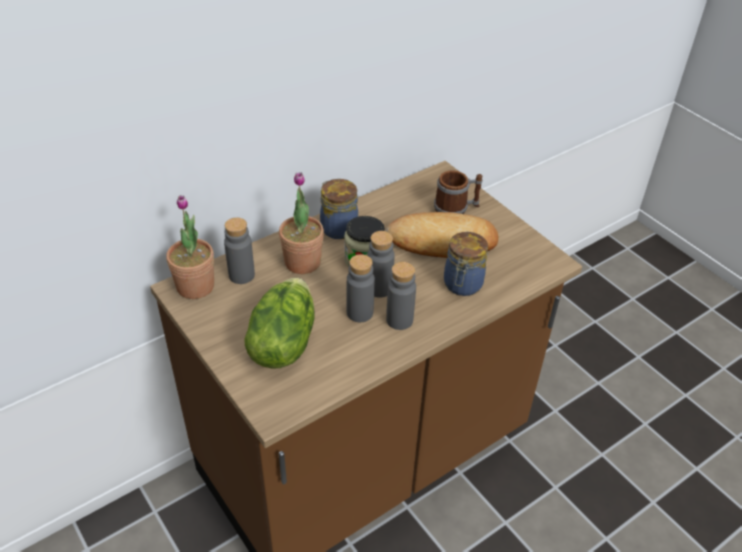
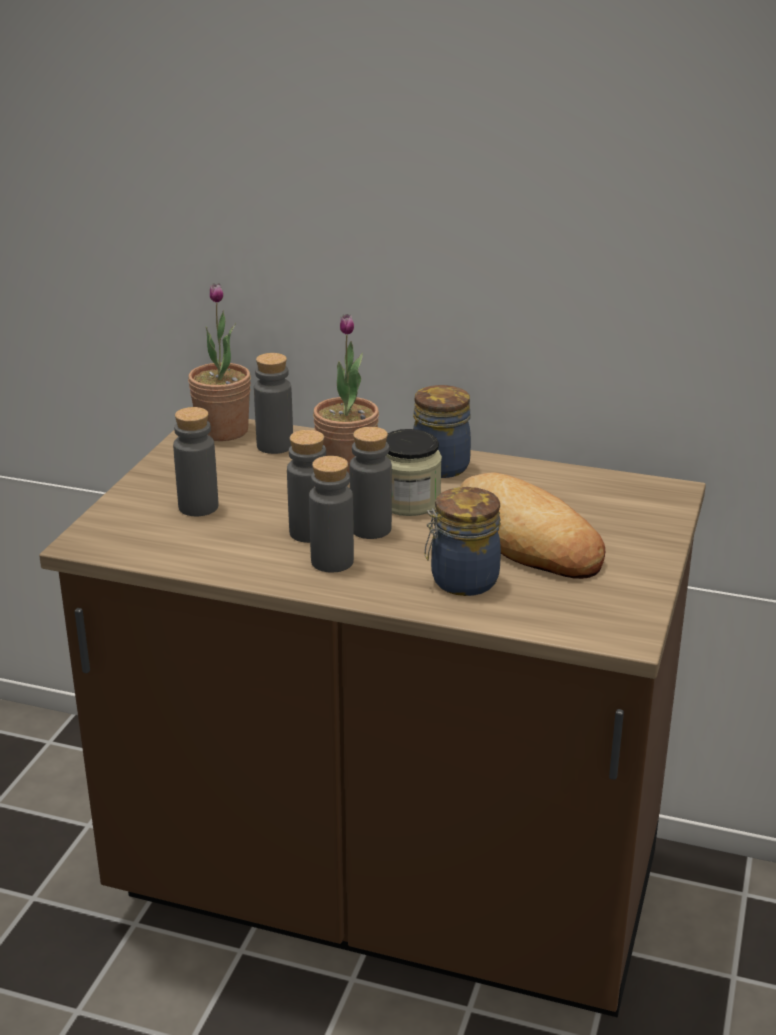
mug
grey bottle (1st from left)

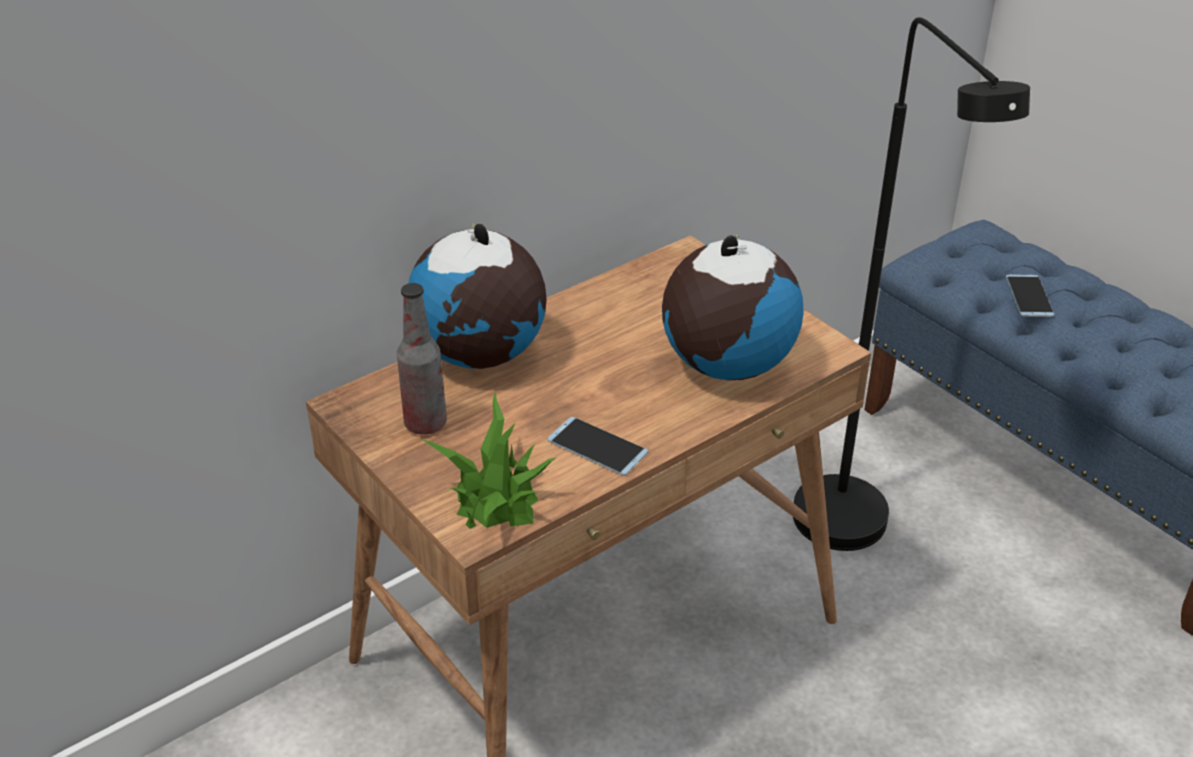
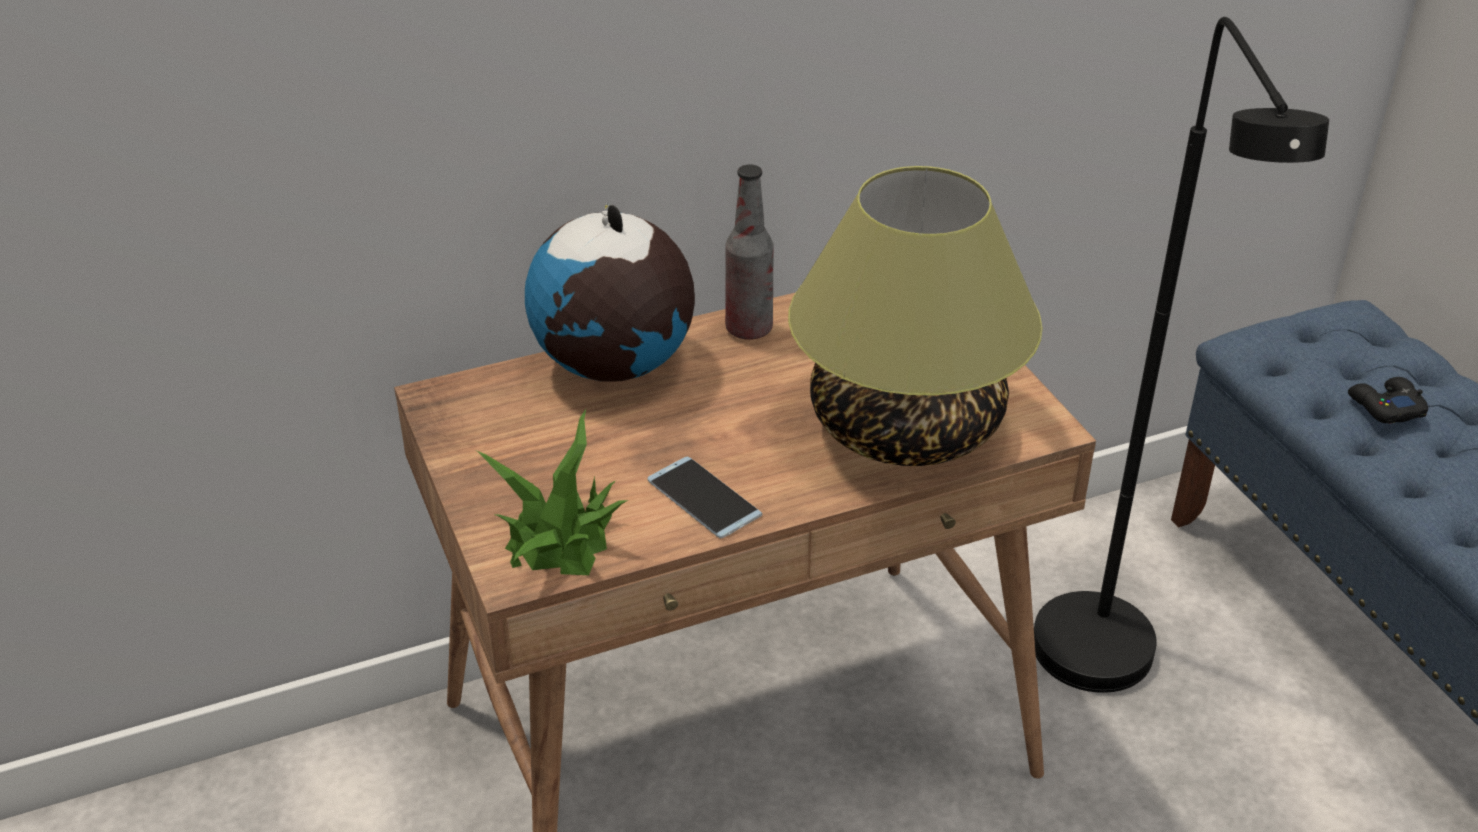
table lamp
black game controller
bottle

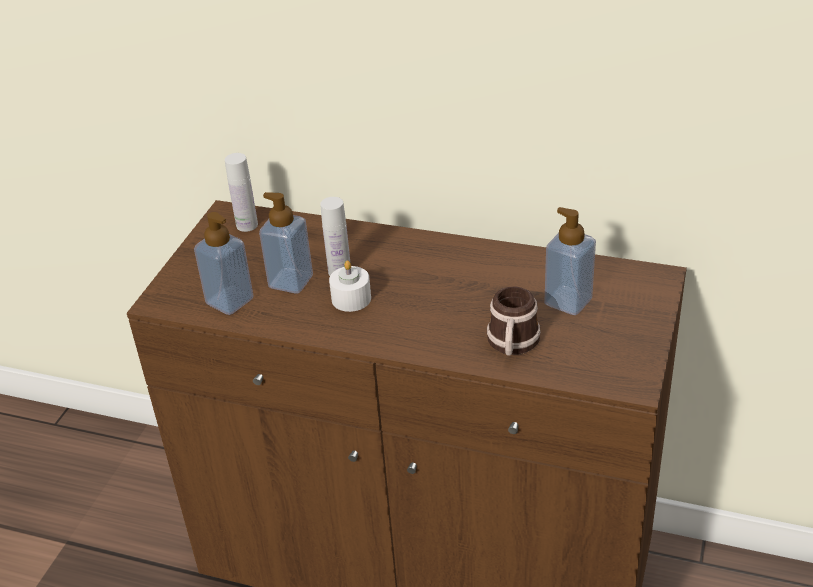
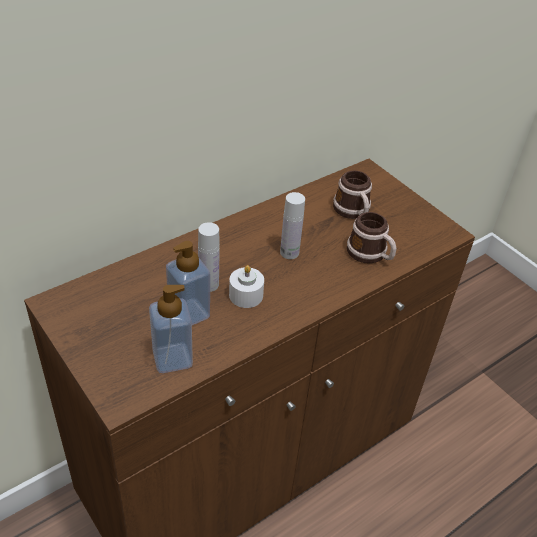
white bottle (2nd from left)
mug (1st from left)

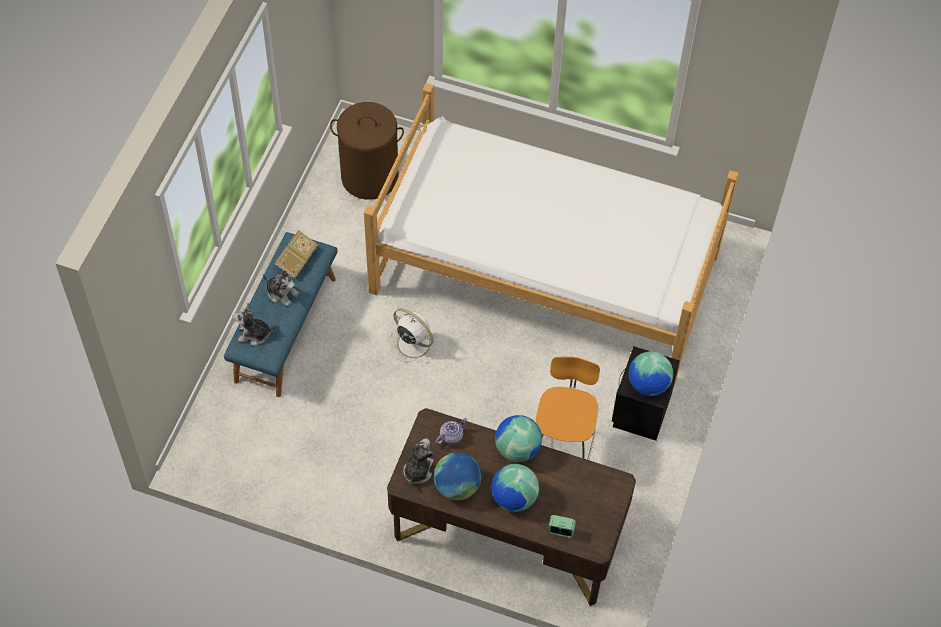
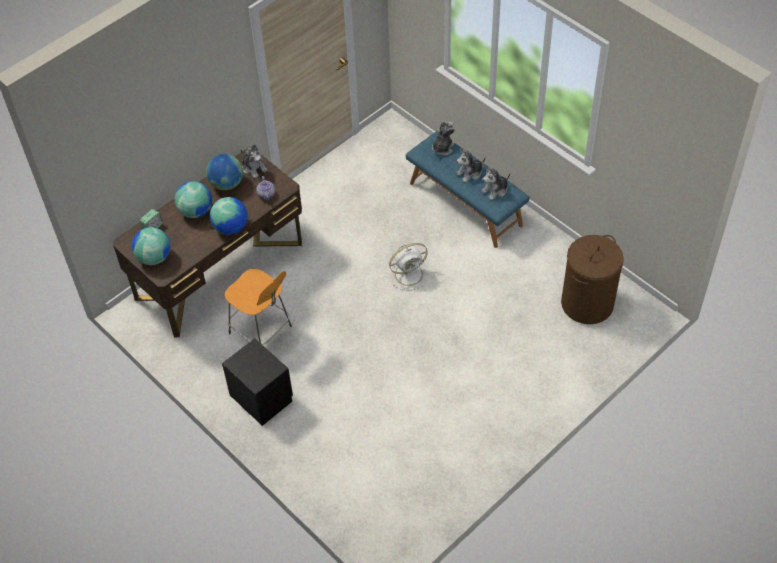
bed
plush toy (4th from left)
globe (1st from left)

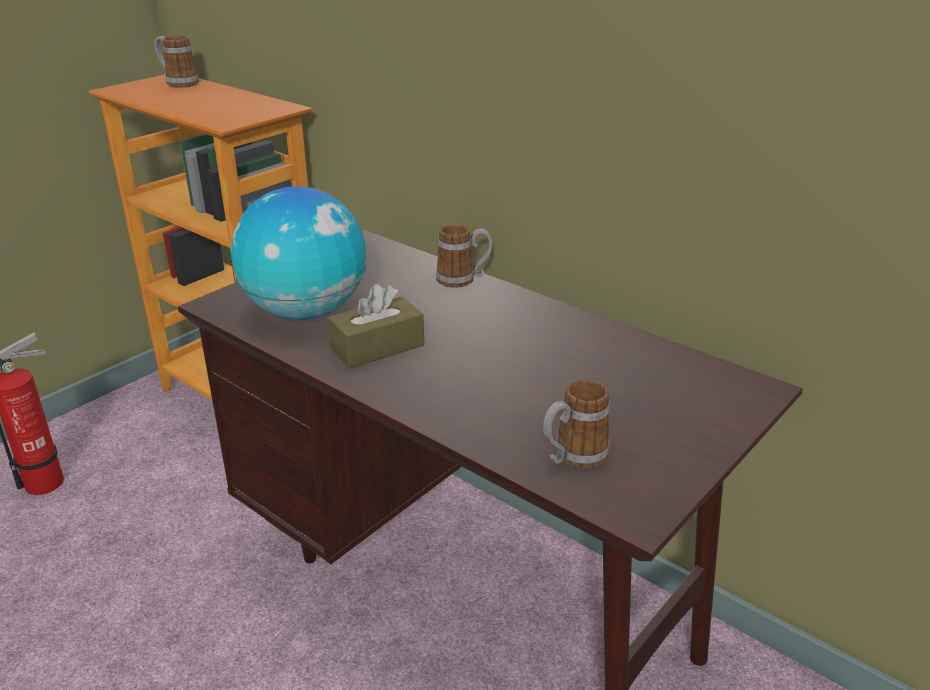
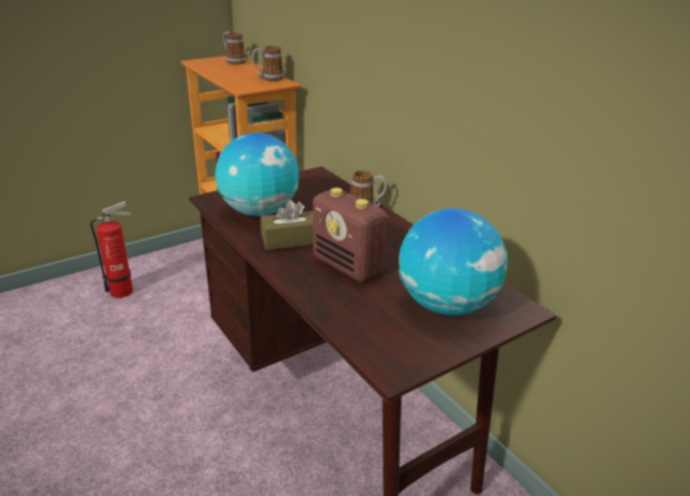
mug (2nd from left)
radio
globe (2nd from left)

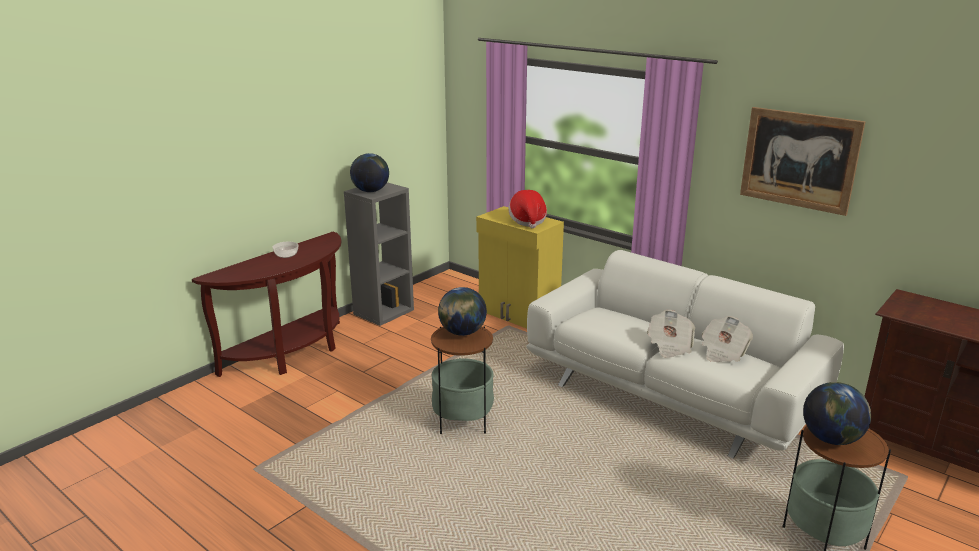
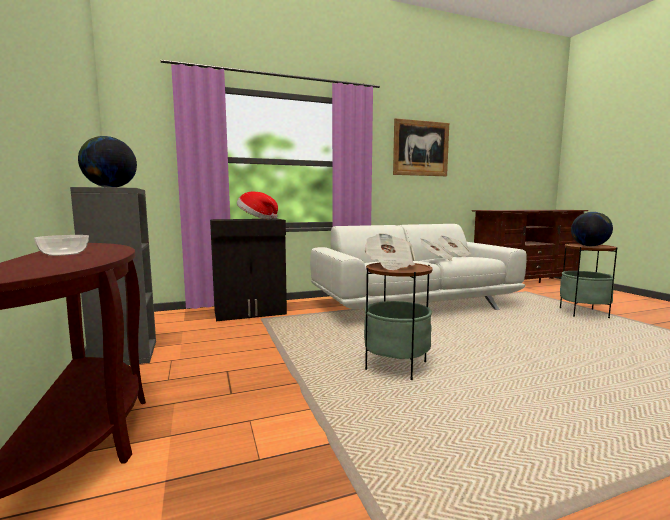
black cabinet
newspaper (1st from left)

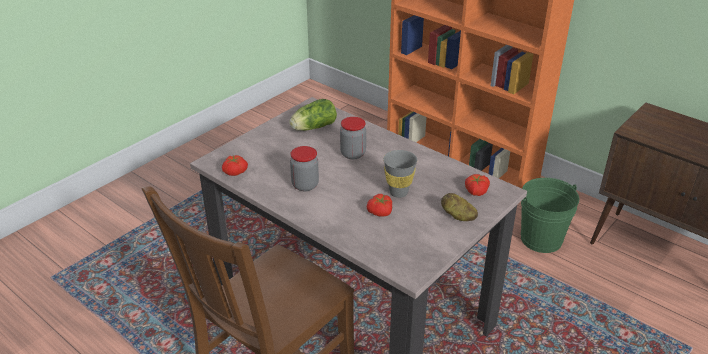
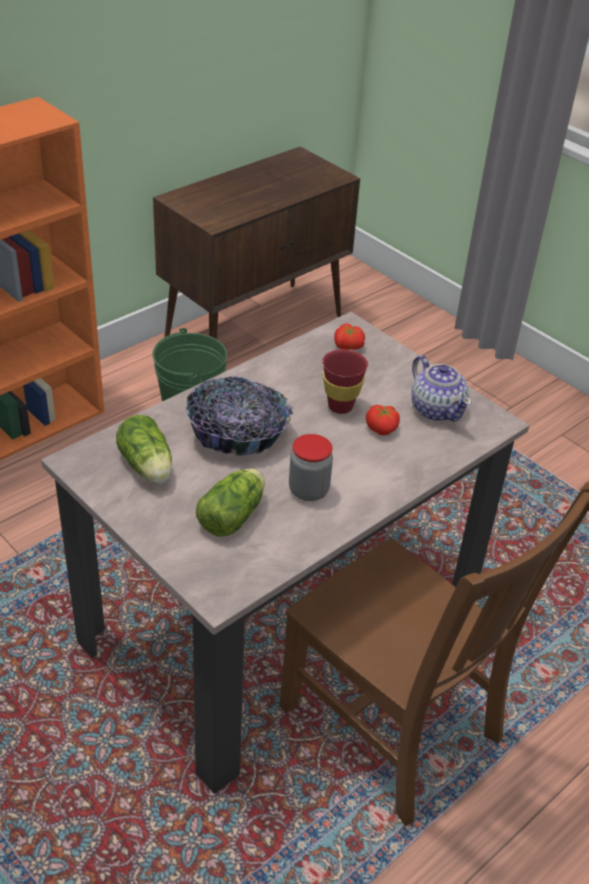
bowl
red cup
tomato (1st from left in the first image)
potato
teapot
lettuce (2nd from left)

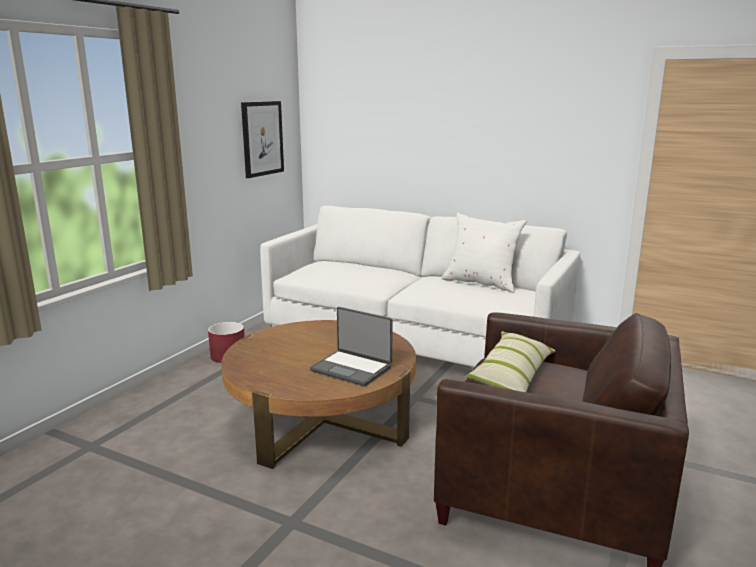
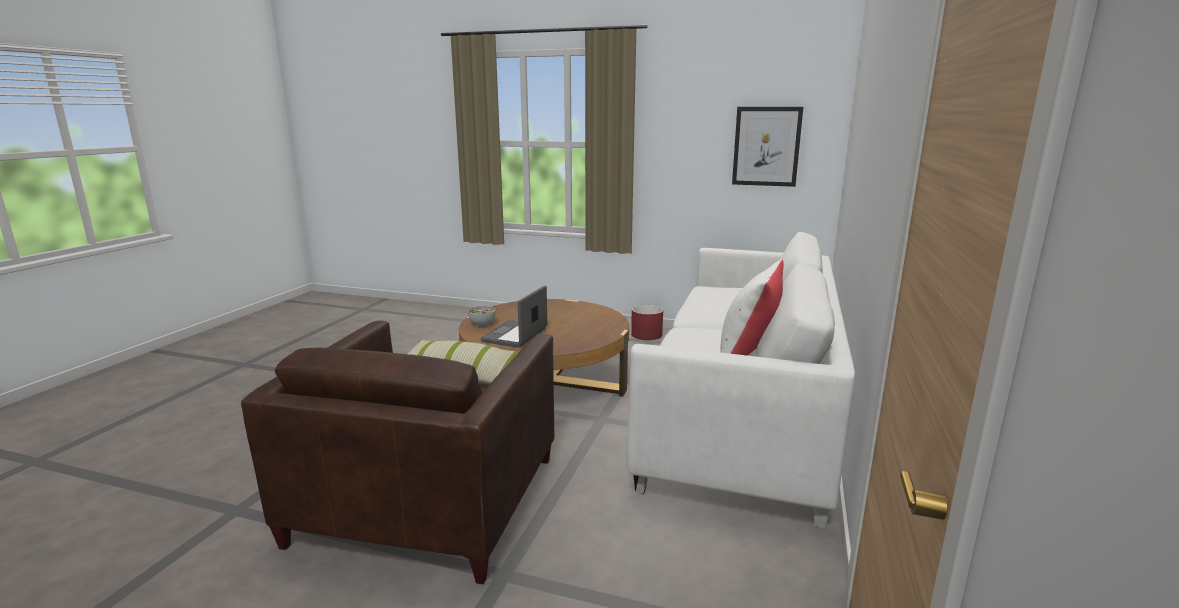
bowl

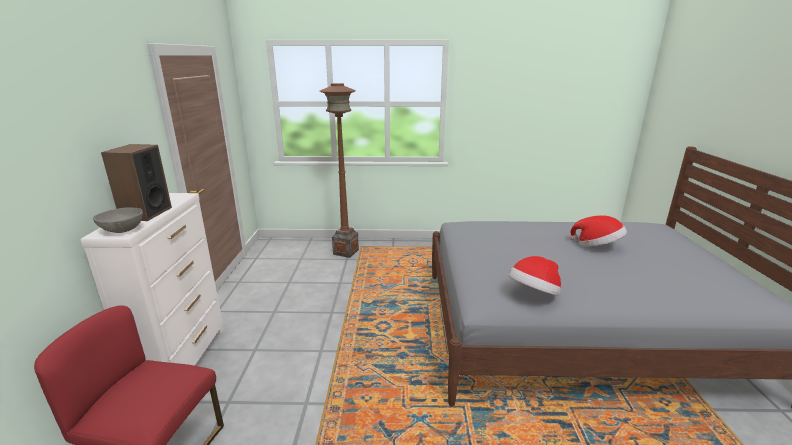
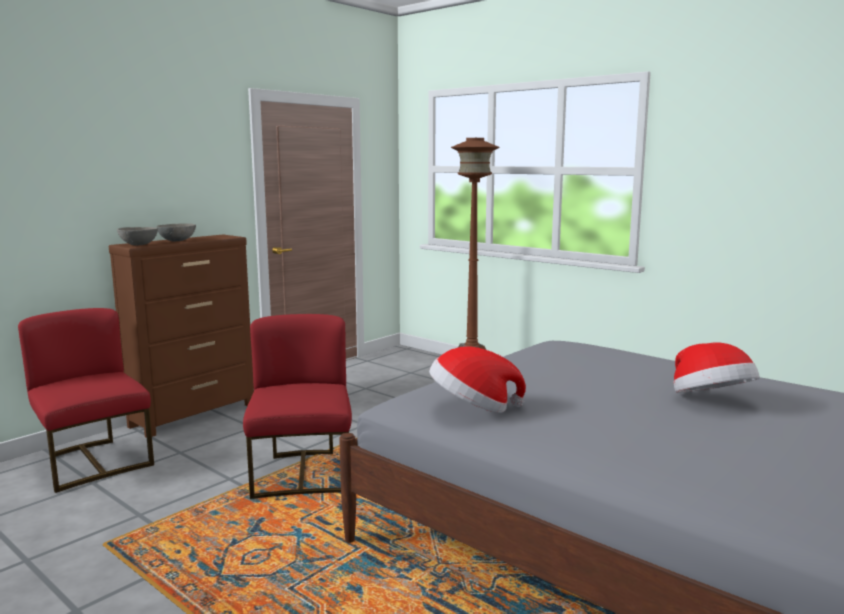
grey bowl (2nd from left)
brown dresser
red chair (2nd from left)

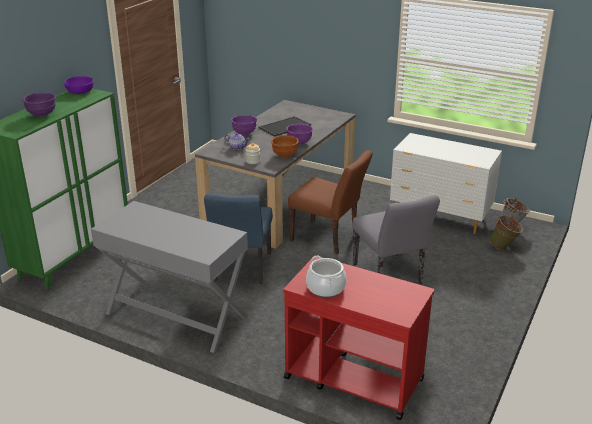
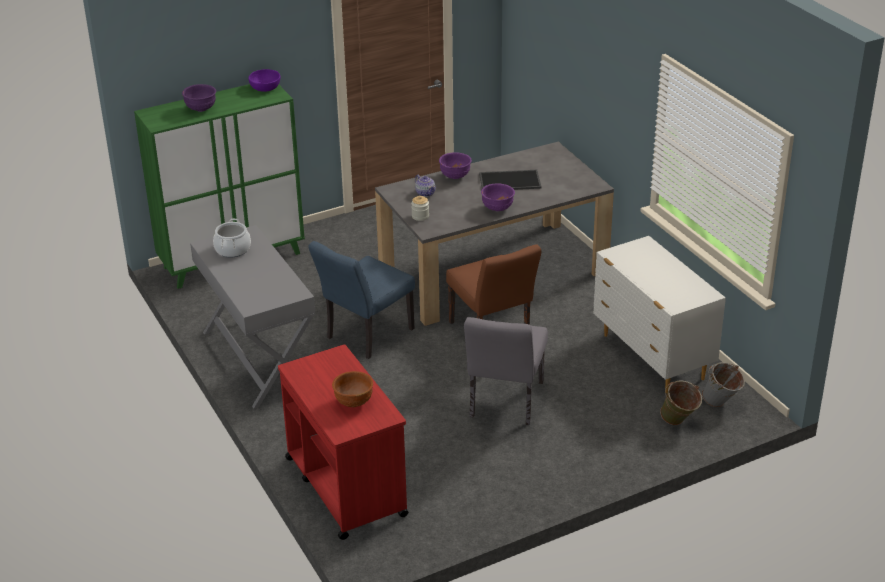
brown bowl
cooking pot

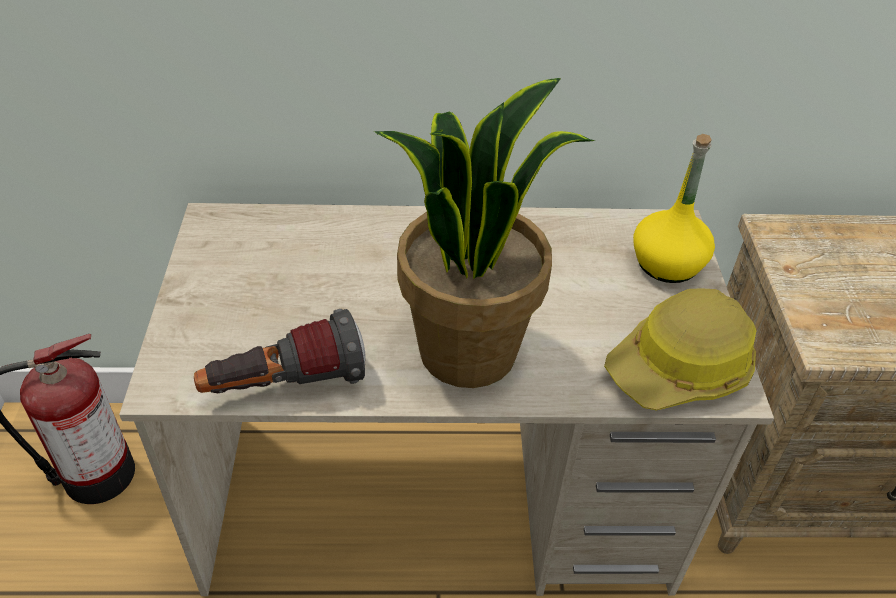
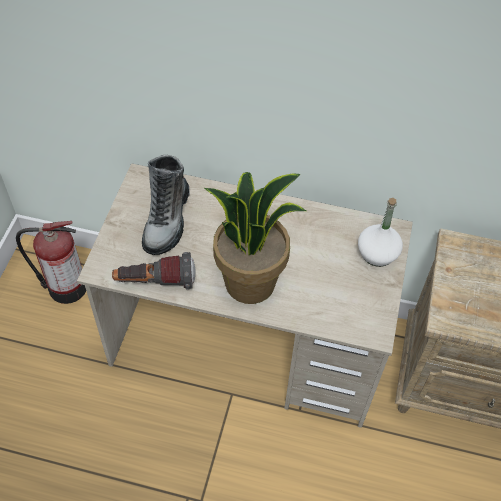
white bottle
hard hat
boot

